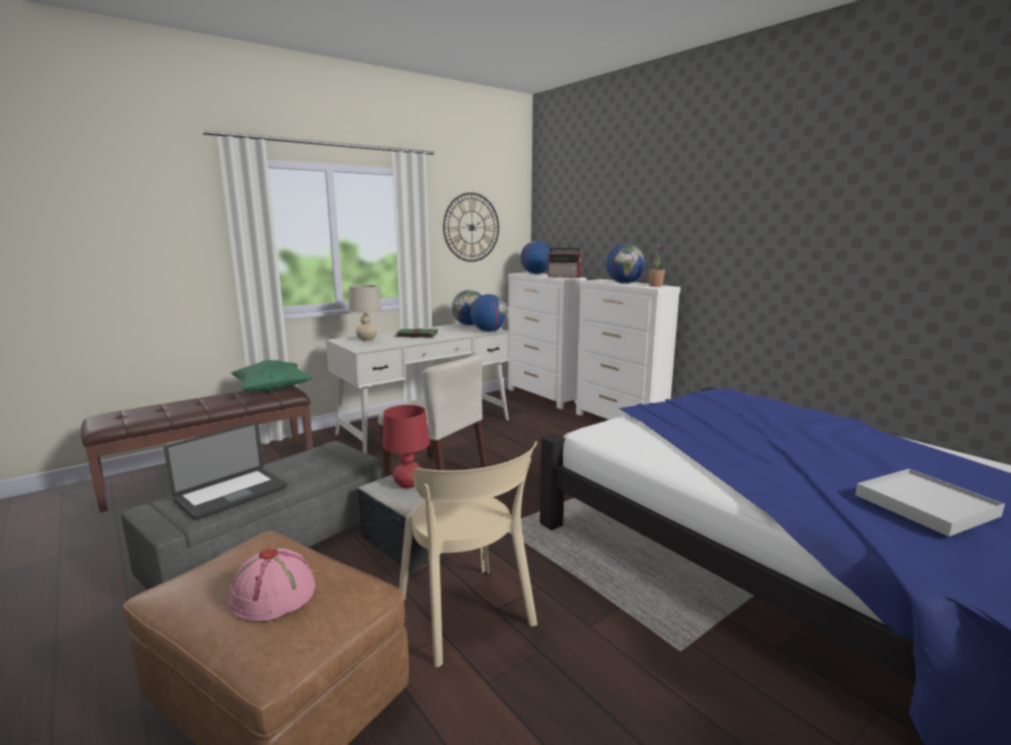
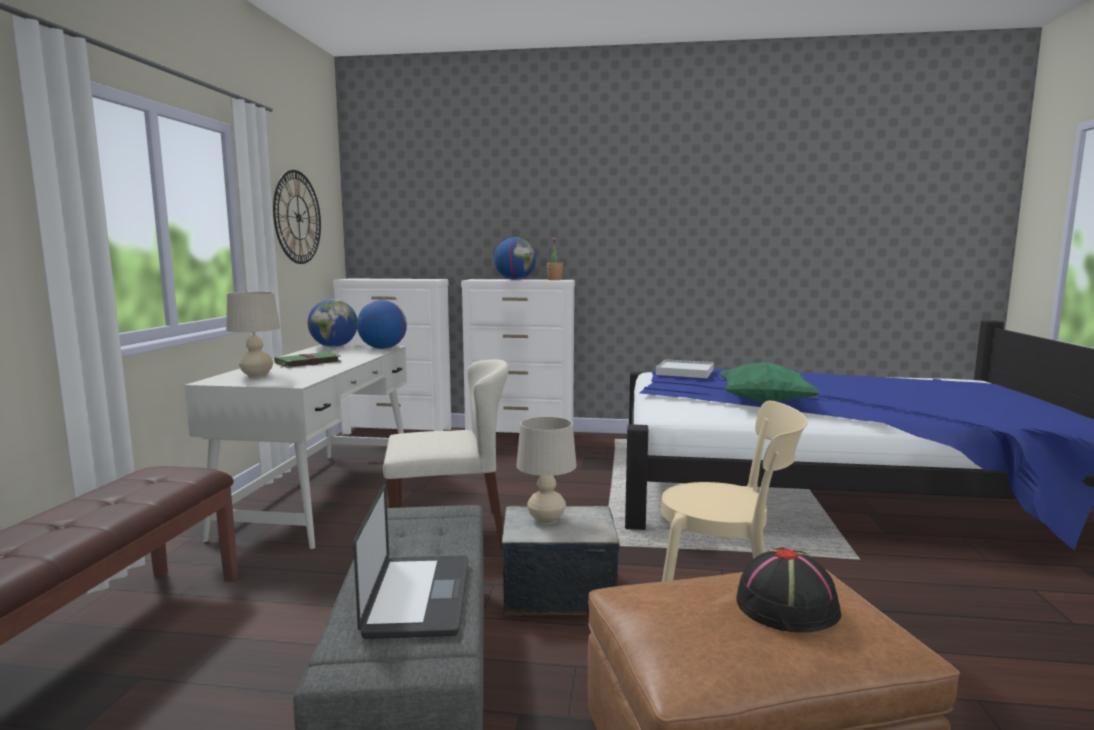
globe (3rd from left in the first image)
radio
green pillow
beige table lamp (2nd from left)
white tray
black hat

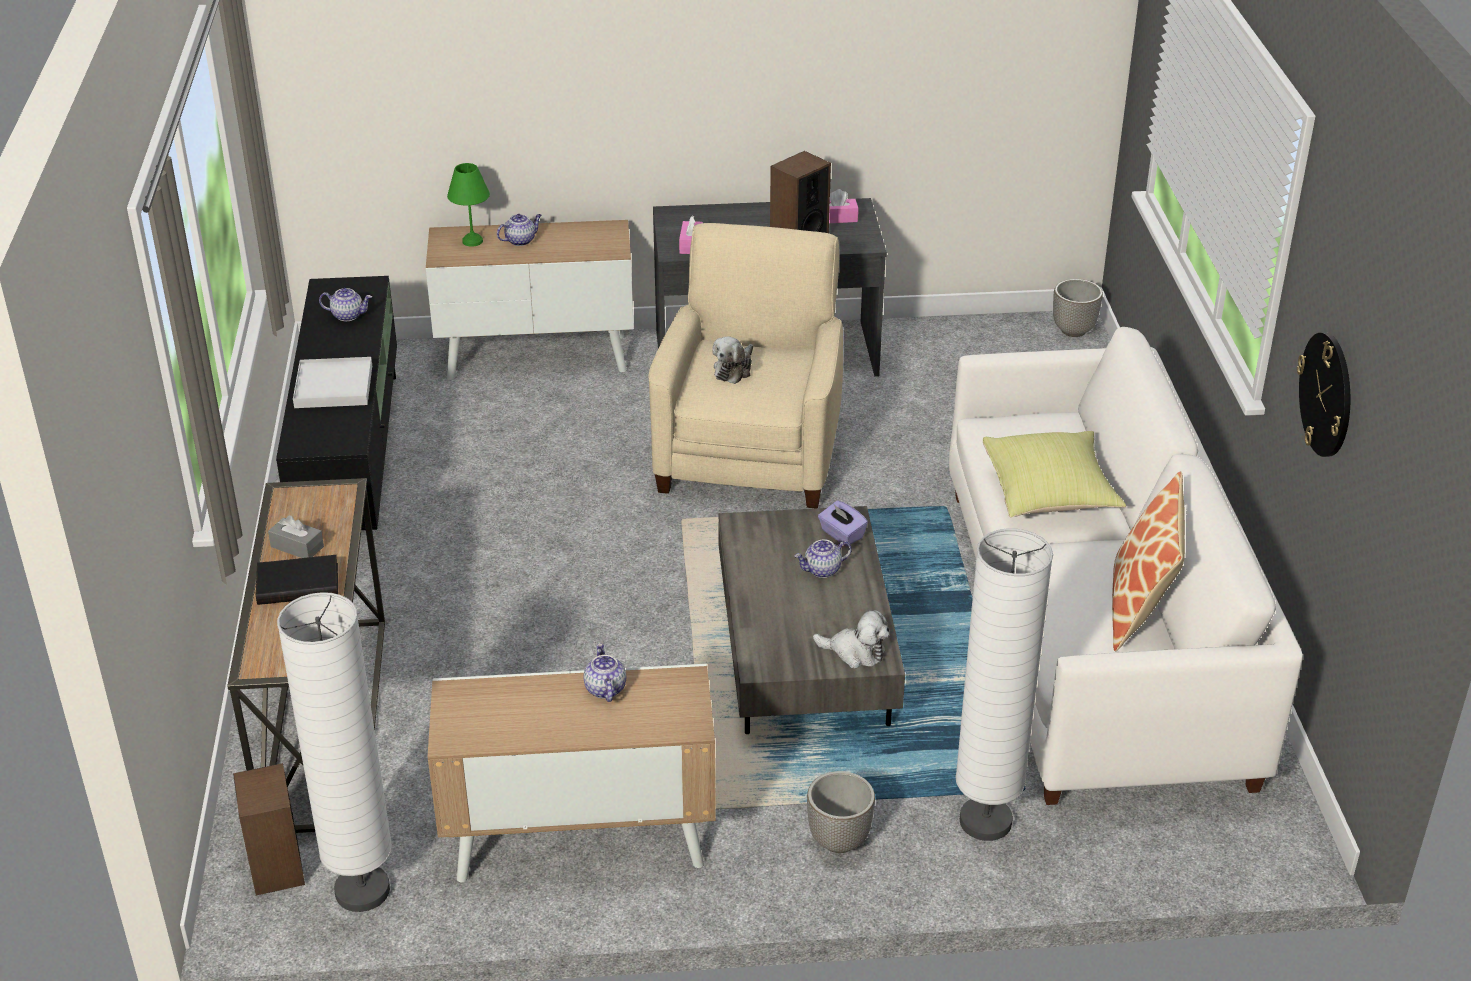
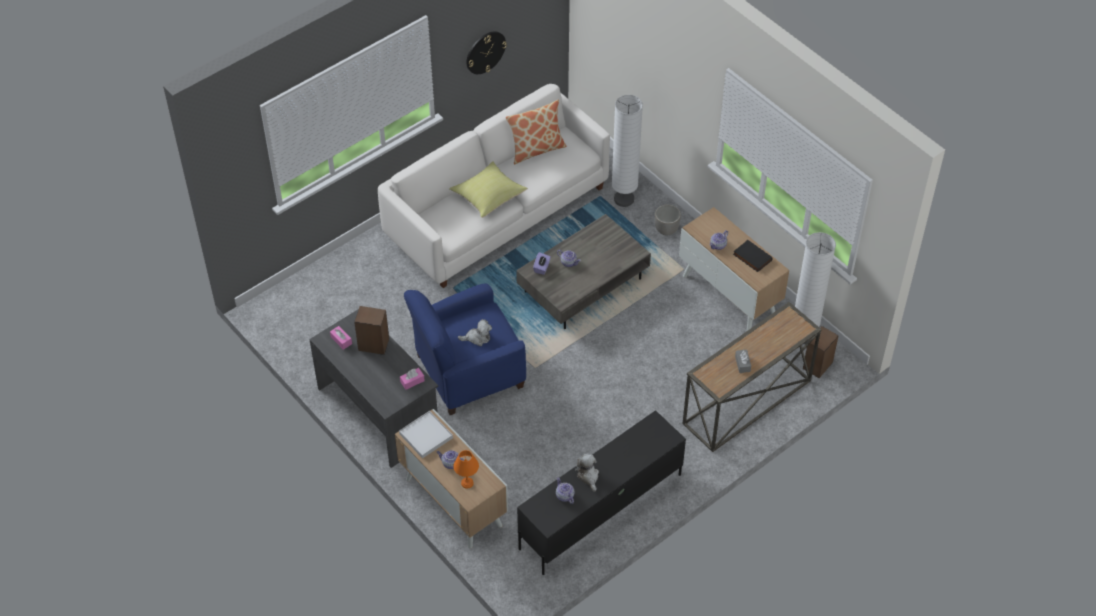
orange table lamp
blue armchair
planter (2nd from left in the first image)
white tray
black book
plush toy (2nd from left)

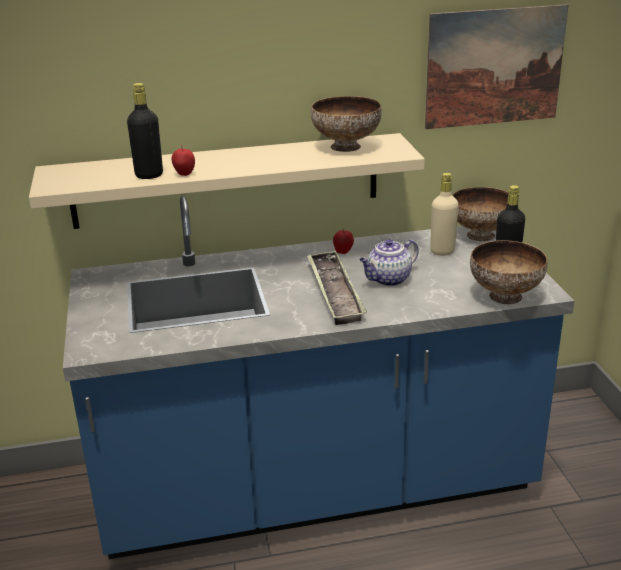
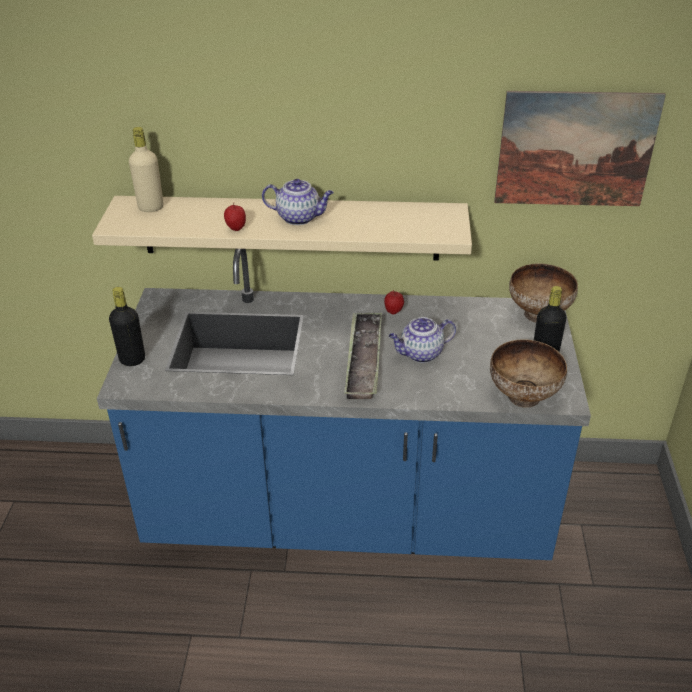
black bottle (1st from left)
bowl (1st from left in the first image)
beige bottle
teapot (1st from left)

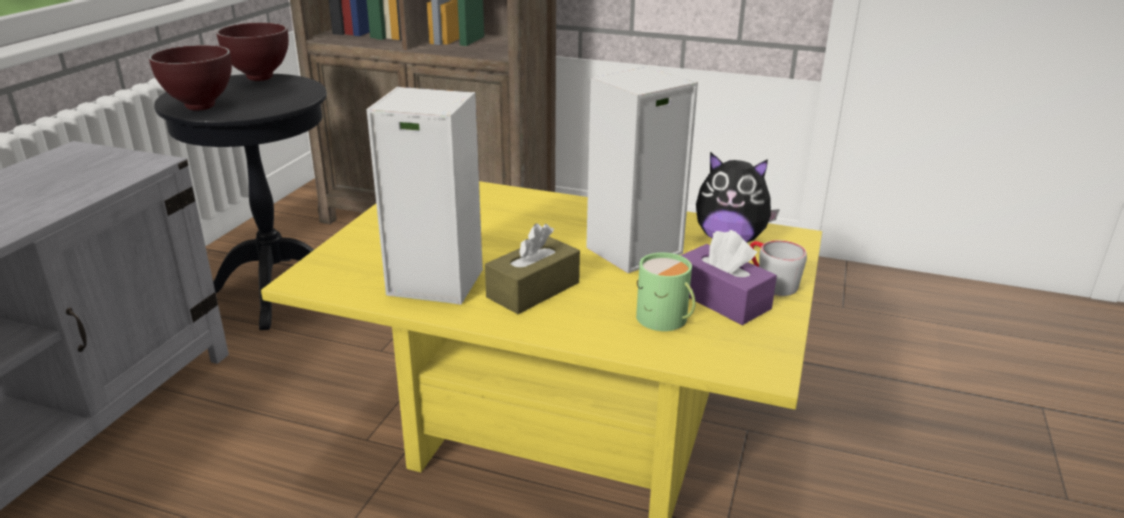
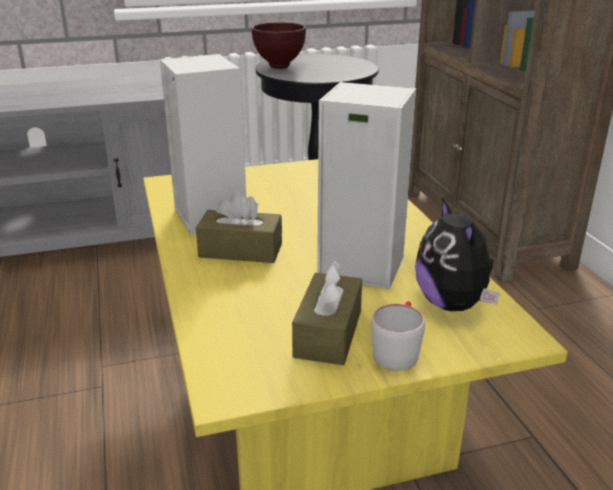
brown bowl (2nd from left in the first image)
brown tissue box (2nd from left)
green mug

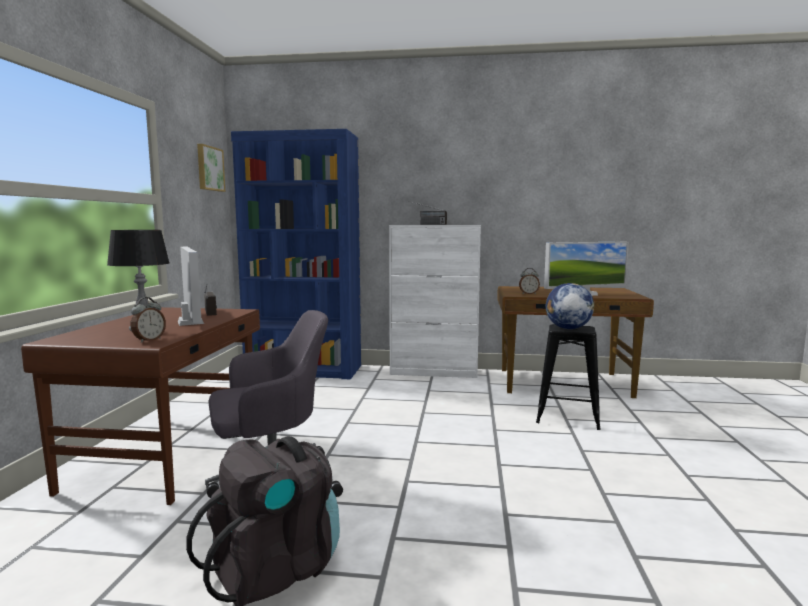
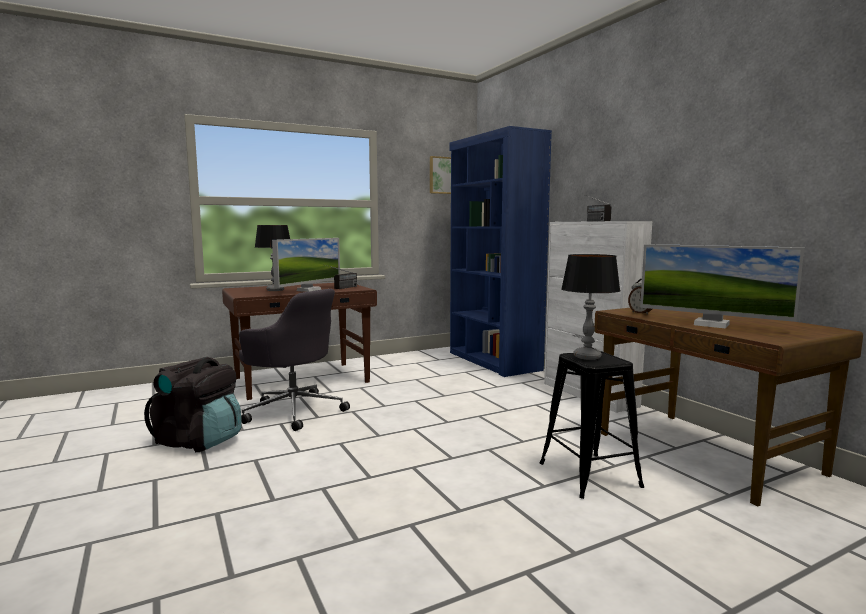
table lamp (2nd from left)
alarm clock (1st from left in the first image)

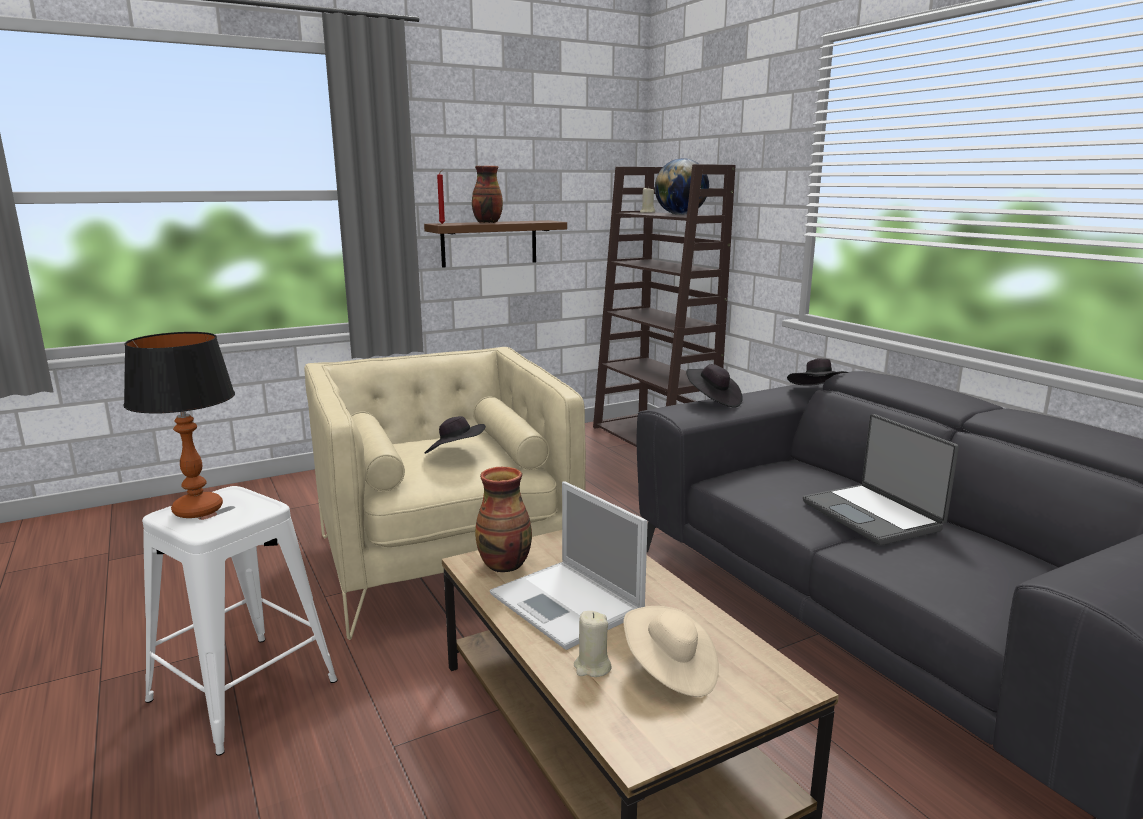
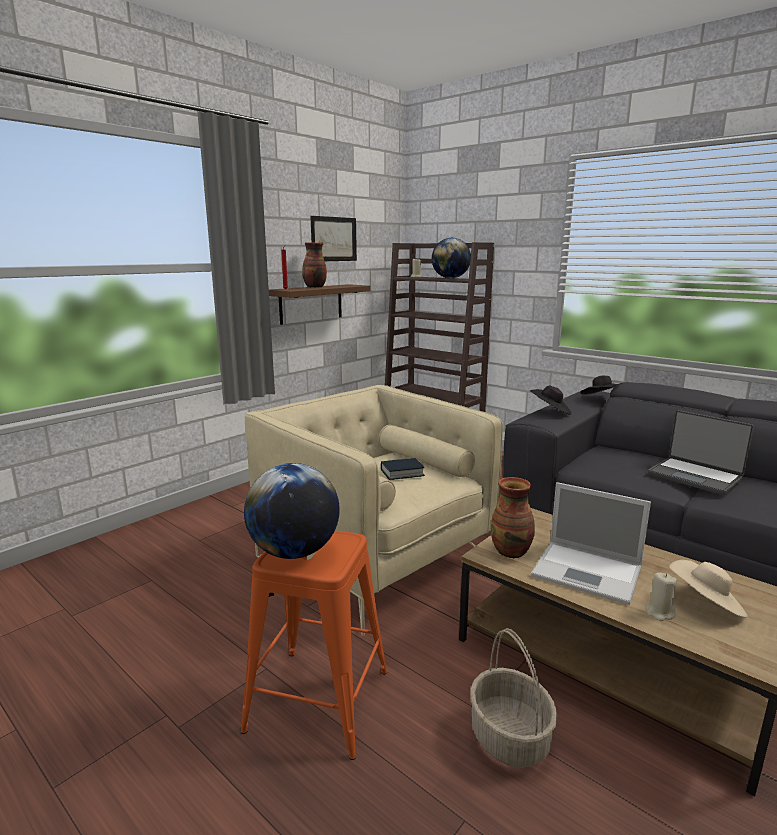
globe (1st from left)
book
orange stool
picture
basket

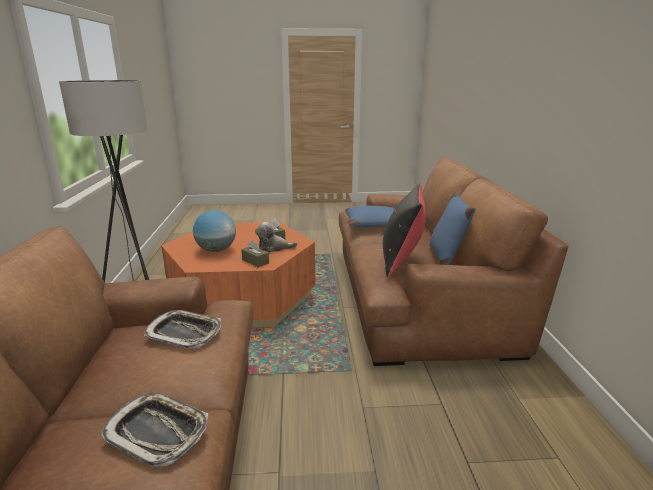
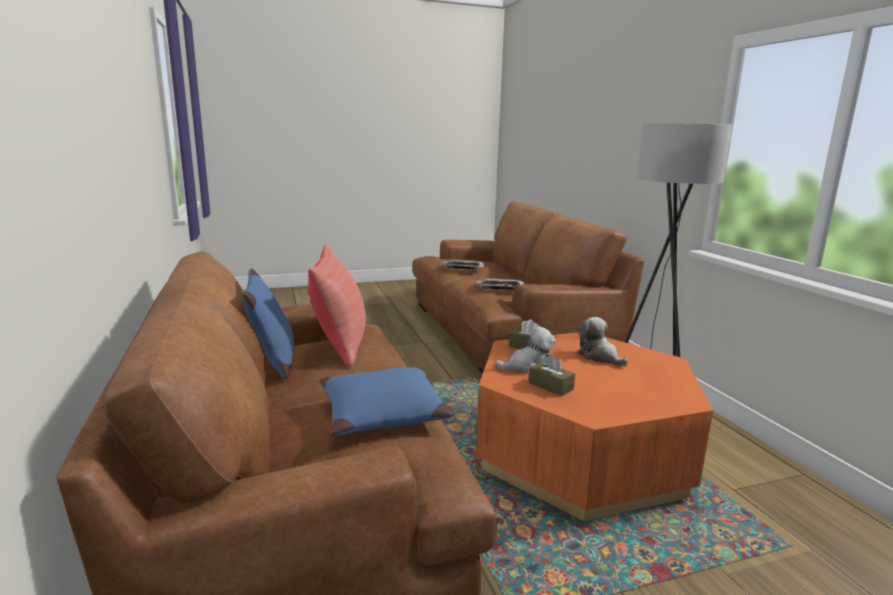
red pillow
plush toy (2nd from left)

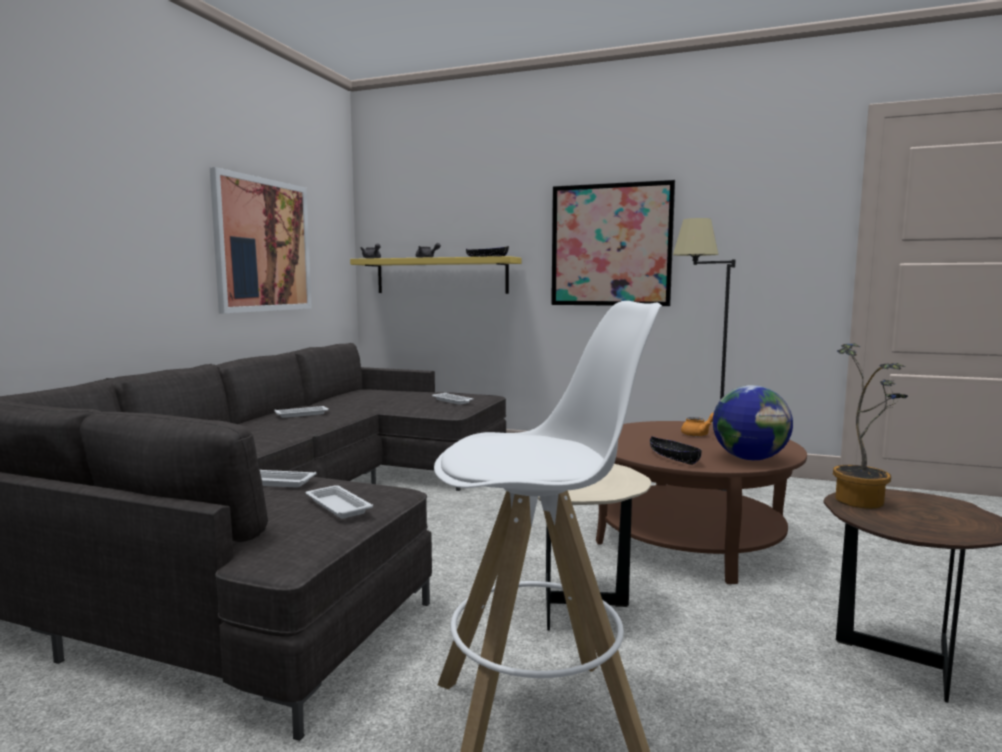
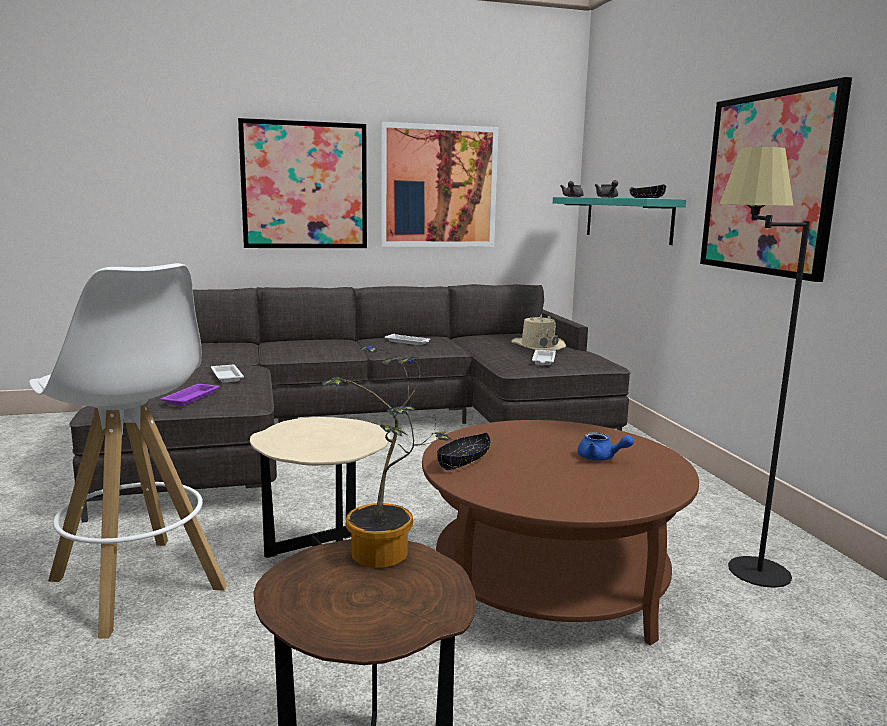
turquoise shelf
globe
blue teapot
purple tray
picture (1st from left)
beige hat

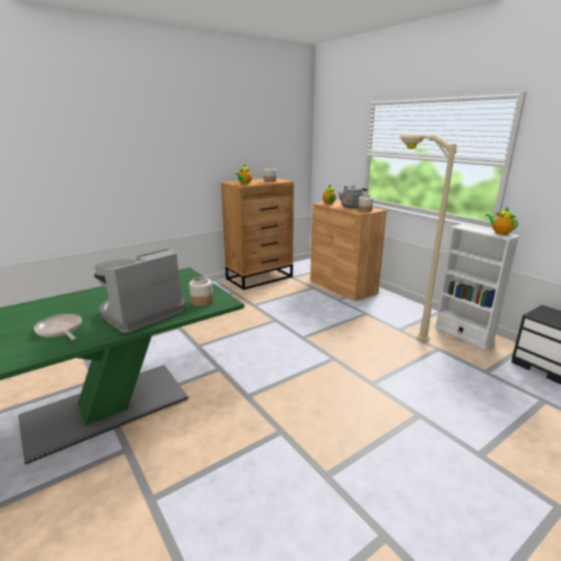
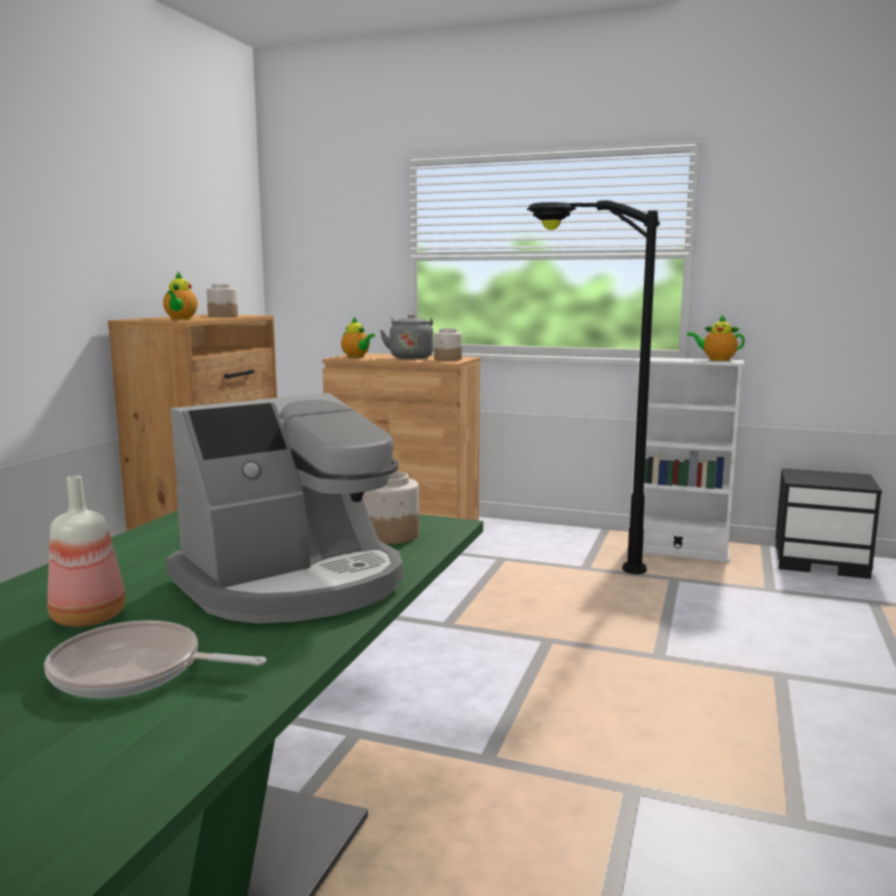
black floor lamp
coffee machine
bottle

